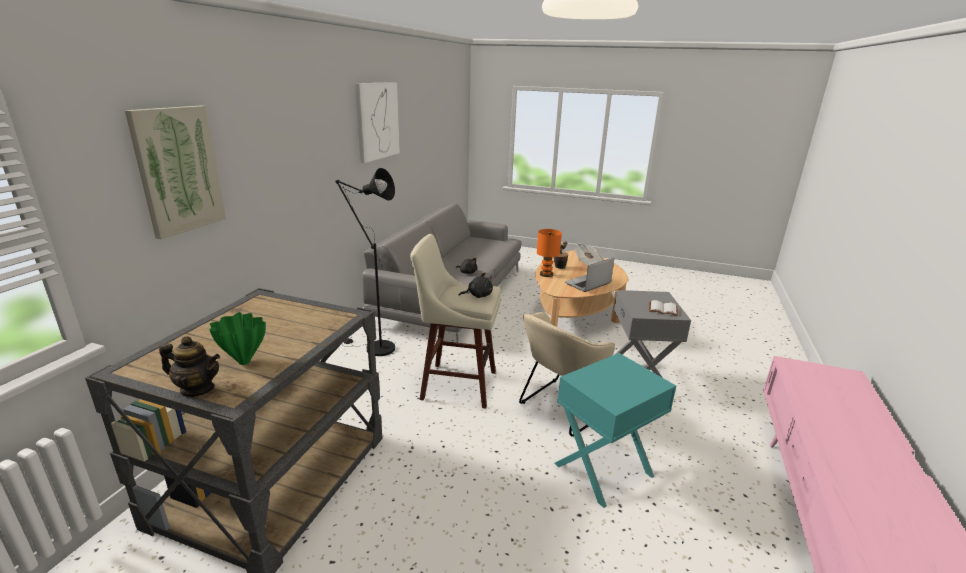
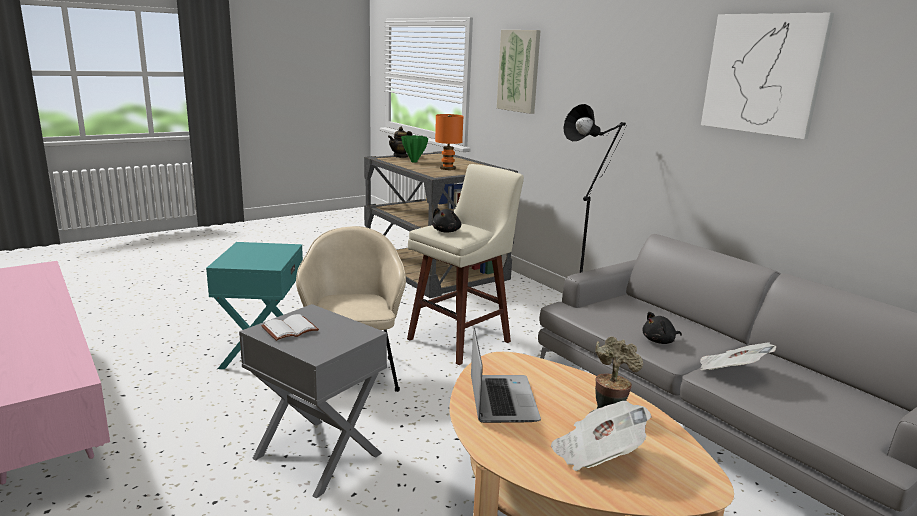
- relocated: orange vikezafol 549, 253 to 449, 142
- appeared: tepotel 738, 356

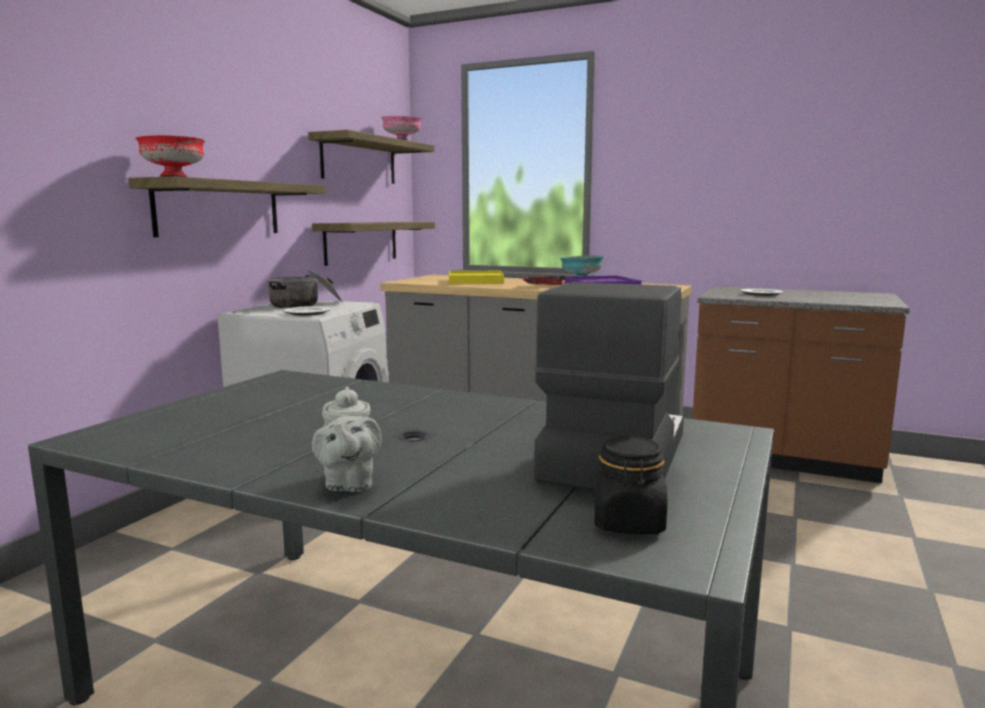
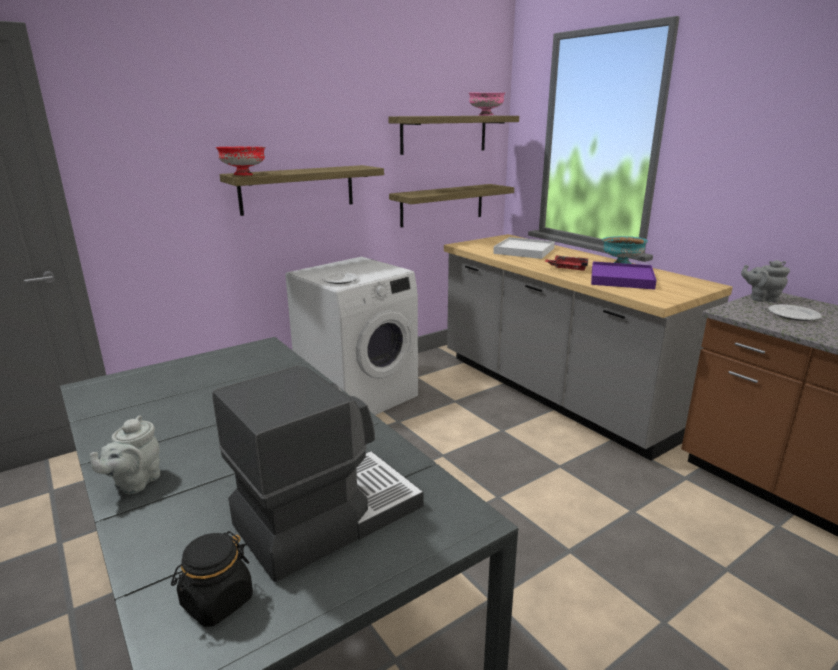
- colour: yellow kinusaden 476, 277 to white kinusaden 524, 248
- appeared: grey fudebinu 765, 281
- missing: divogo 304, 289

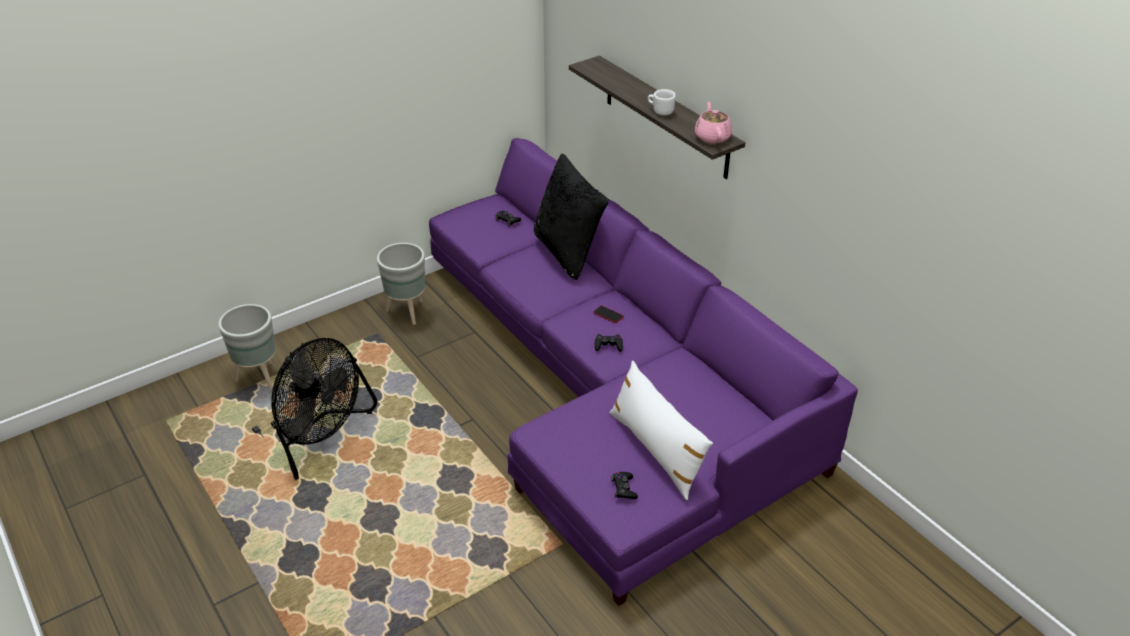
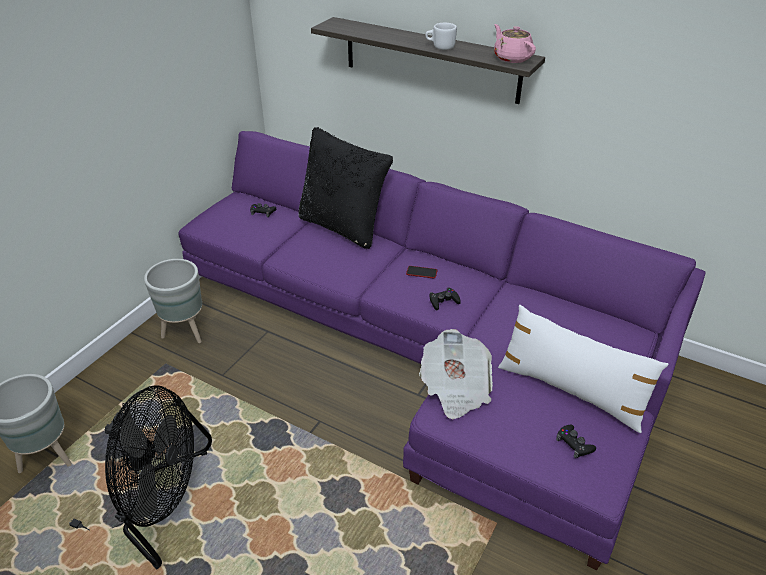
- appeared: tepotel 456, 374

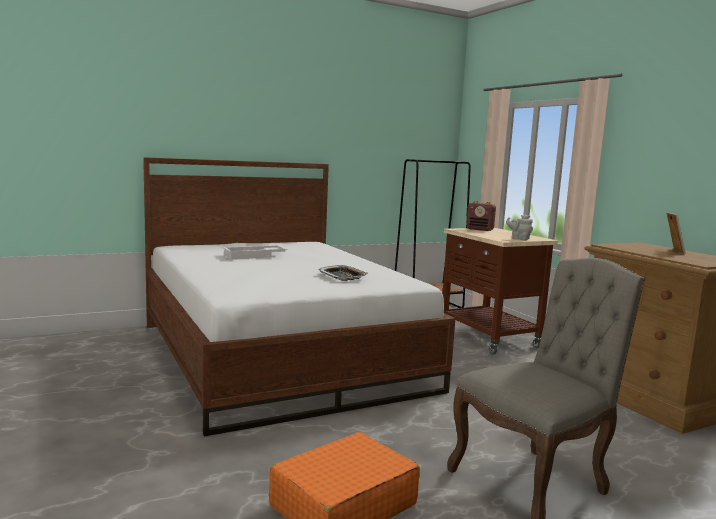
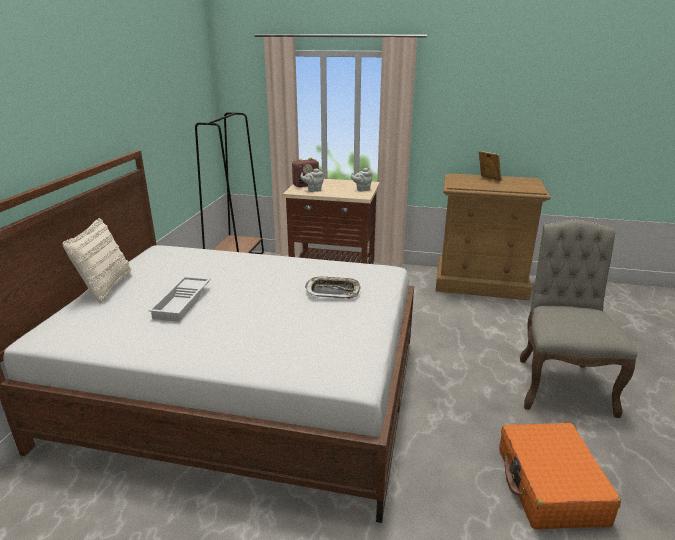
- appeared: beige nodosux 97, 260
- appeared: grey fudebinu 312, 180

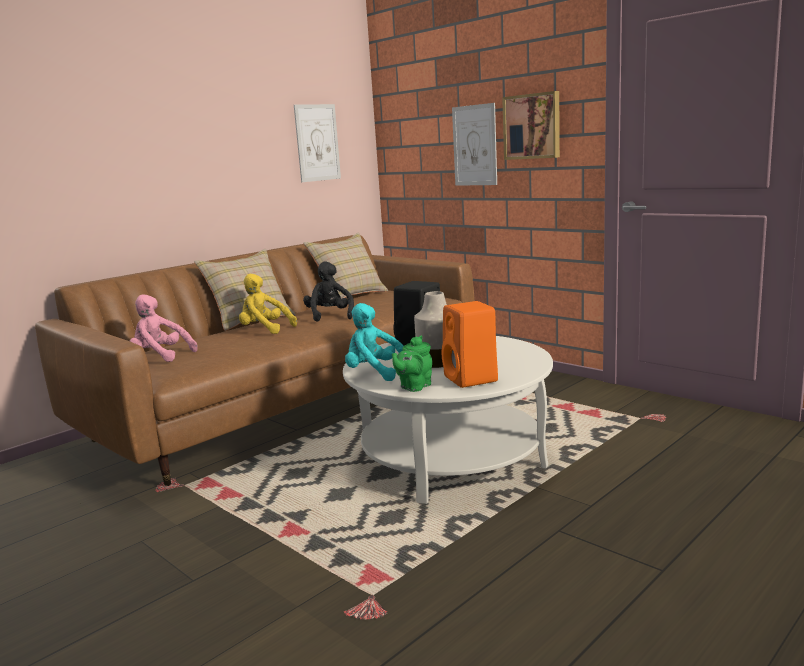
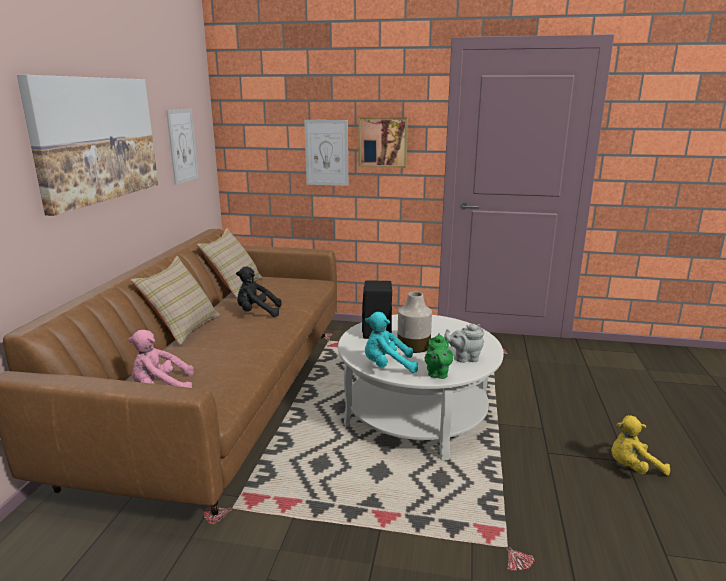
- appeared: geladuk 87, 145
- spun: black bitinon 328, 291 = 259, 292 45 degrees counterclockwise
- exchanged: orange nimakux 470, 344 to grey fudebinu 464, 343
- relocated: yellow bitinon 268, 304 to 640, 445

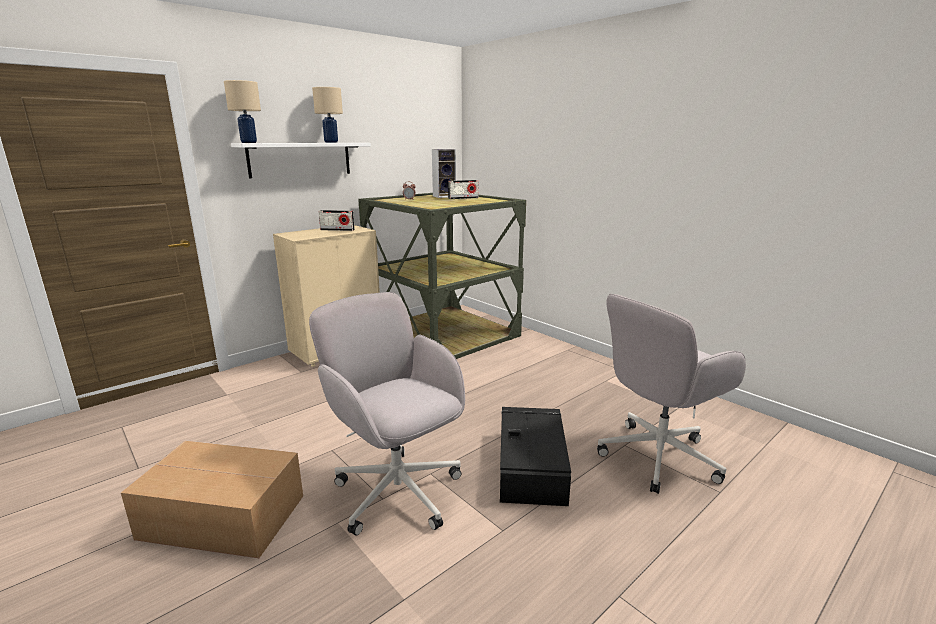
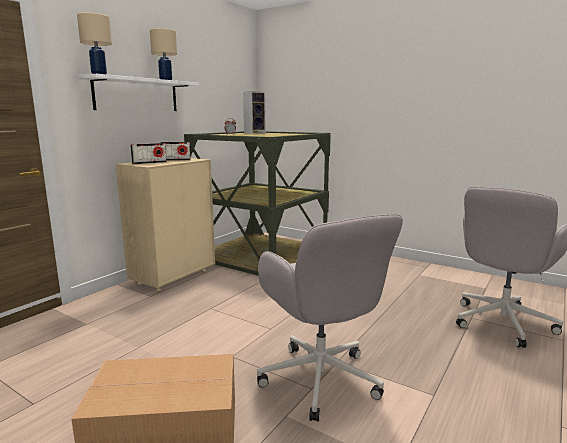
- relocated: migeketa 463, 189 to 149, 153
- spun: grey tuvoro 387, 414 = 330, 318 150 degrees counterclockwise
- missing: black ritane 535, 456

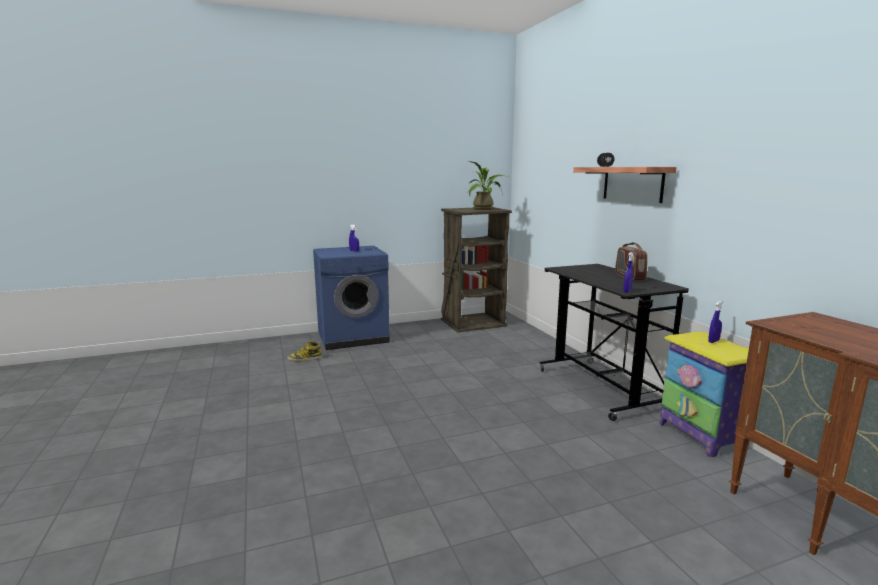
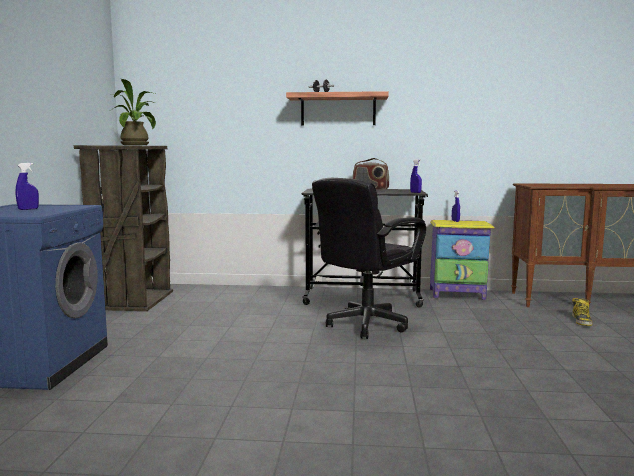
- appeared: black tuvoro 369, 258
- relocated: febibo 304, 351 to 582, 312

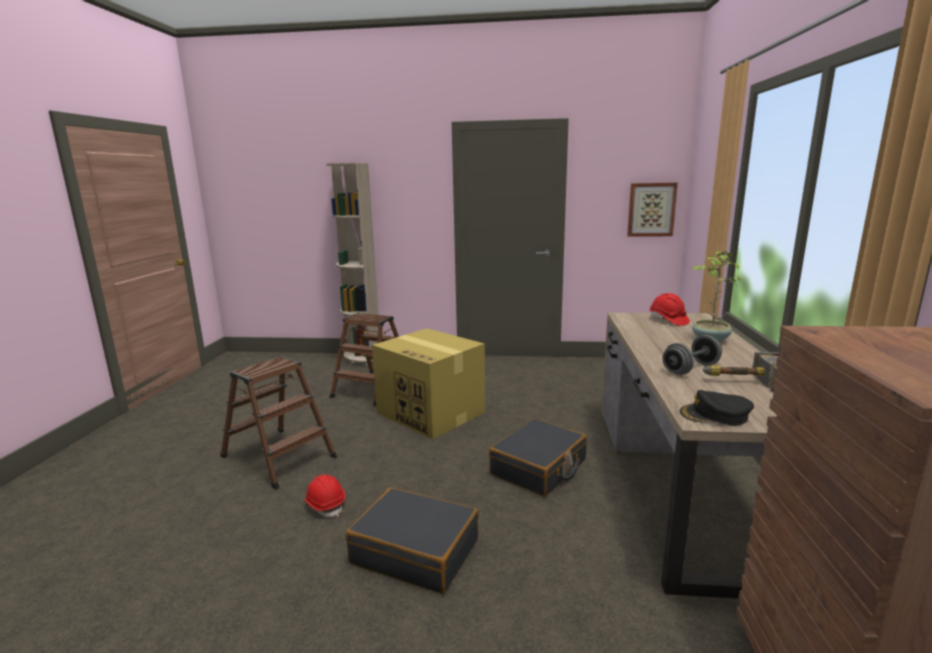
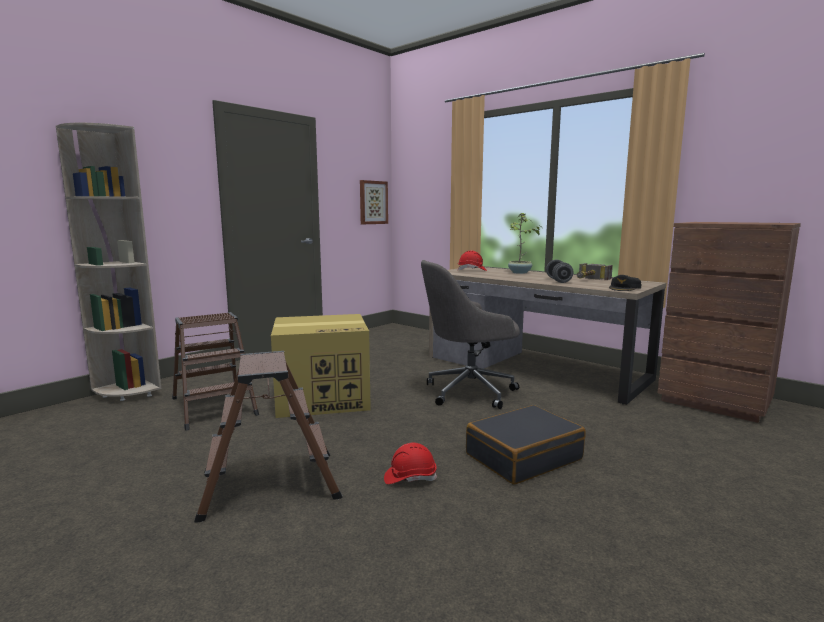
- exchanged: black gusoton 538, 457 to grey tuvoro 470, 334

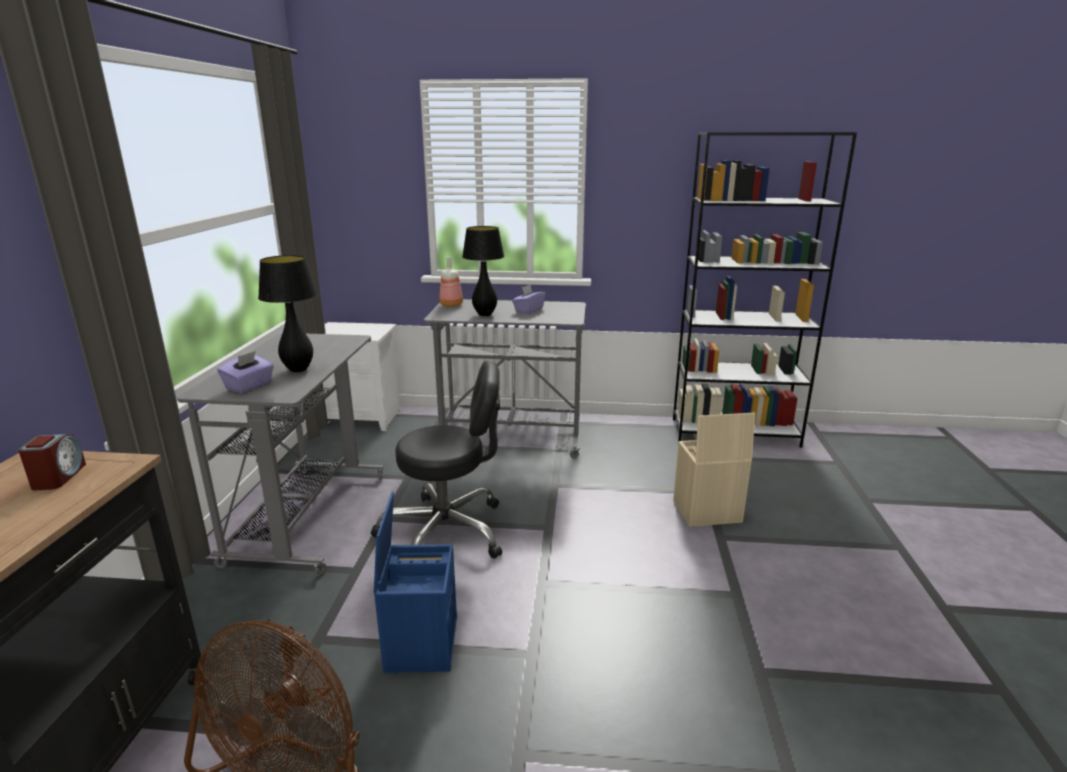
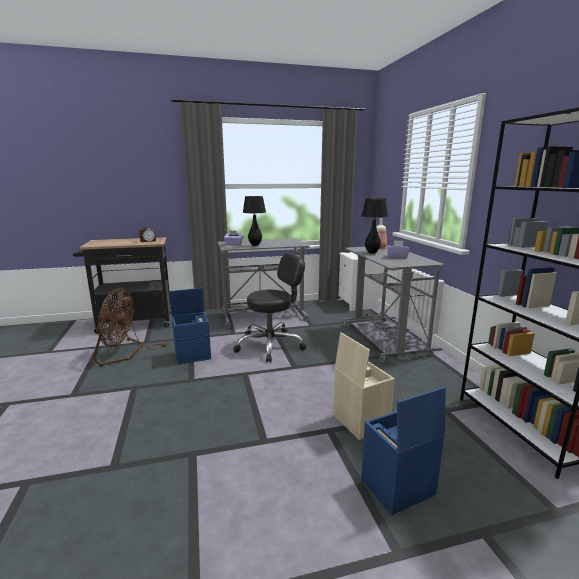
- spun: black tuvoro 436, 459 = 270, 307 90 degrees counterclockwise
- appeared: blue ritane 403, 451

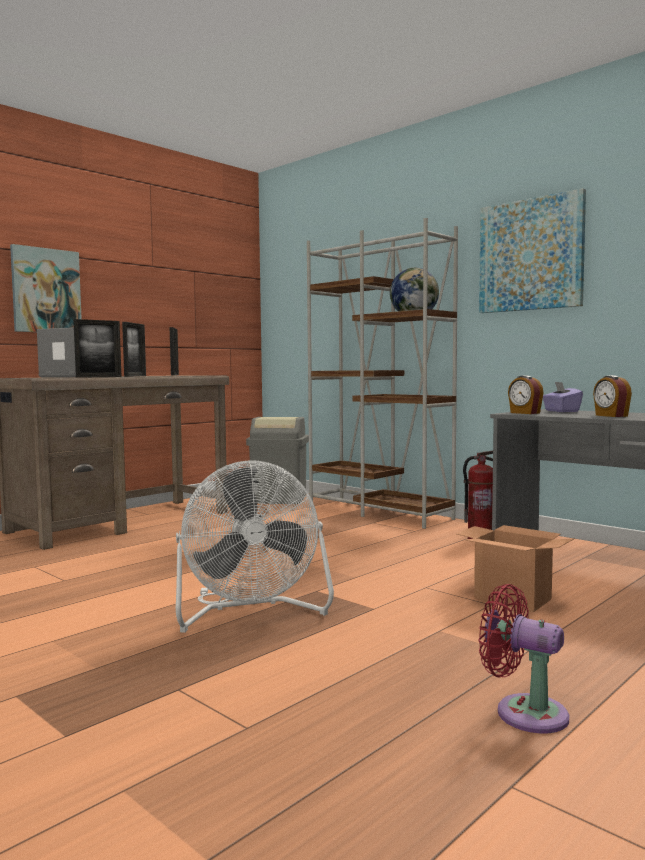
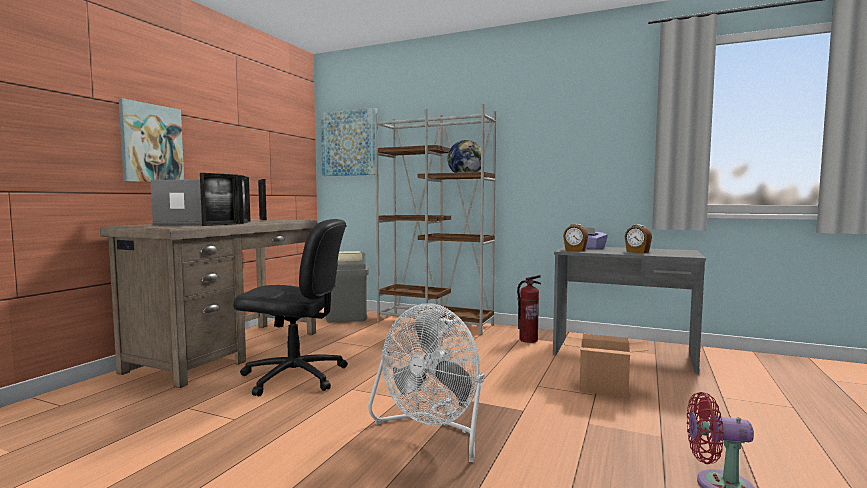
- appeared: black tuvoro 290, 307
- relocated: geladuk 532, 250 to 349, 142
- spun: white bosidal 255, 546 = 426, 382 75 degrees clockwise

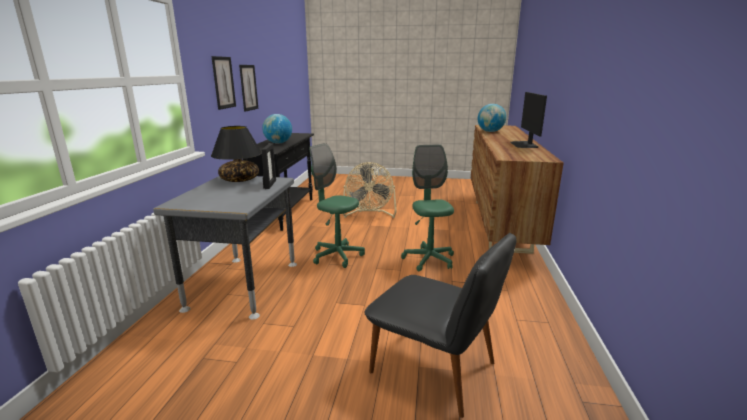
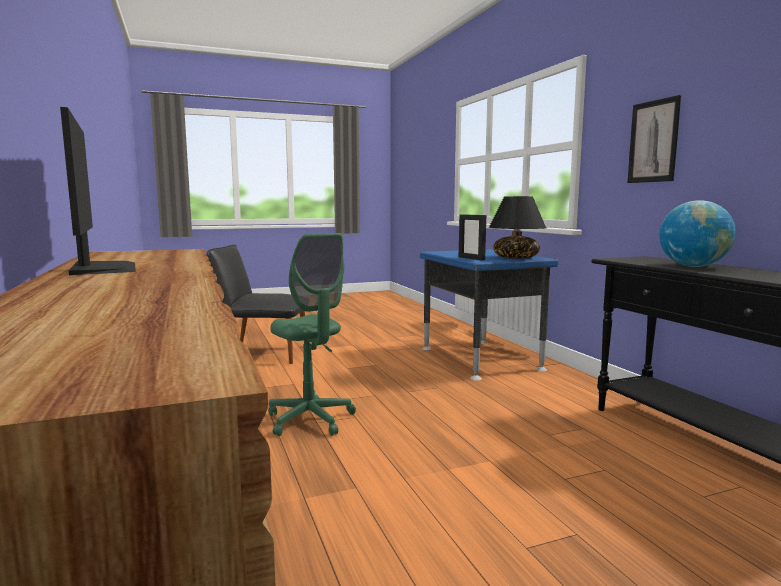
- colour: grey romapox 225, 247 to blue romapox 489, 314
- missing: geladuk 248, 88
- missing: green tuvoro 337, 205
- missing: beige bosidal 370, 190
- missing: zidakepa 492, 118

